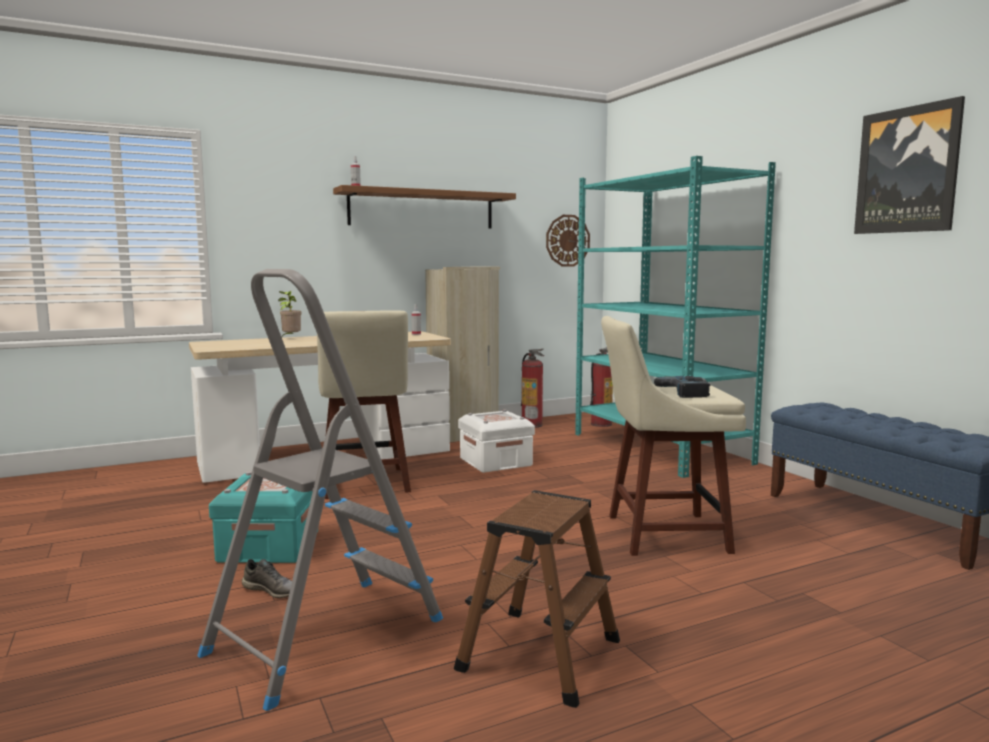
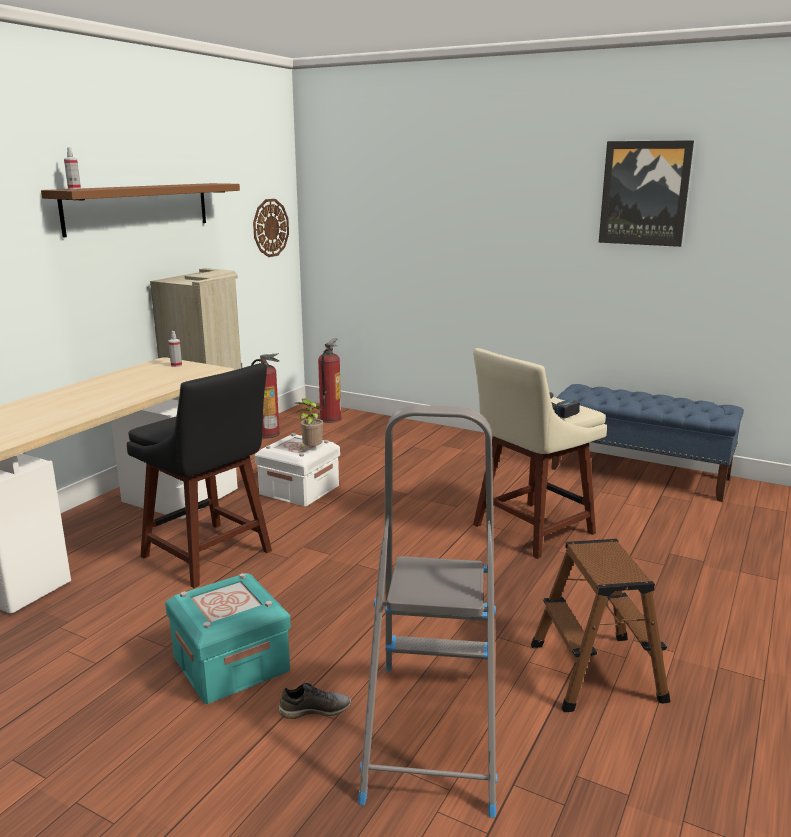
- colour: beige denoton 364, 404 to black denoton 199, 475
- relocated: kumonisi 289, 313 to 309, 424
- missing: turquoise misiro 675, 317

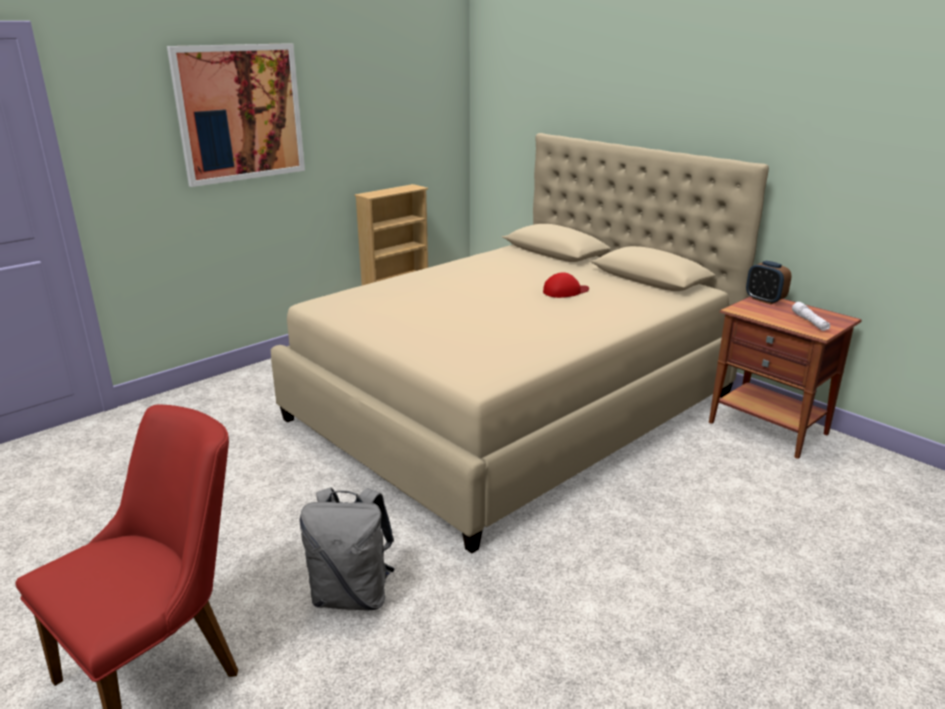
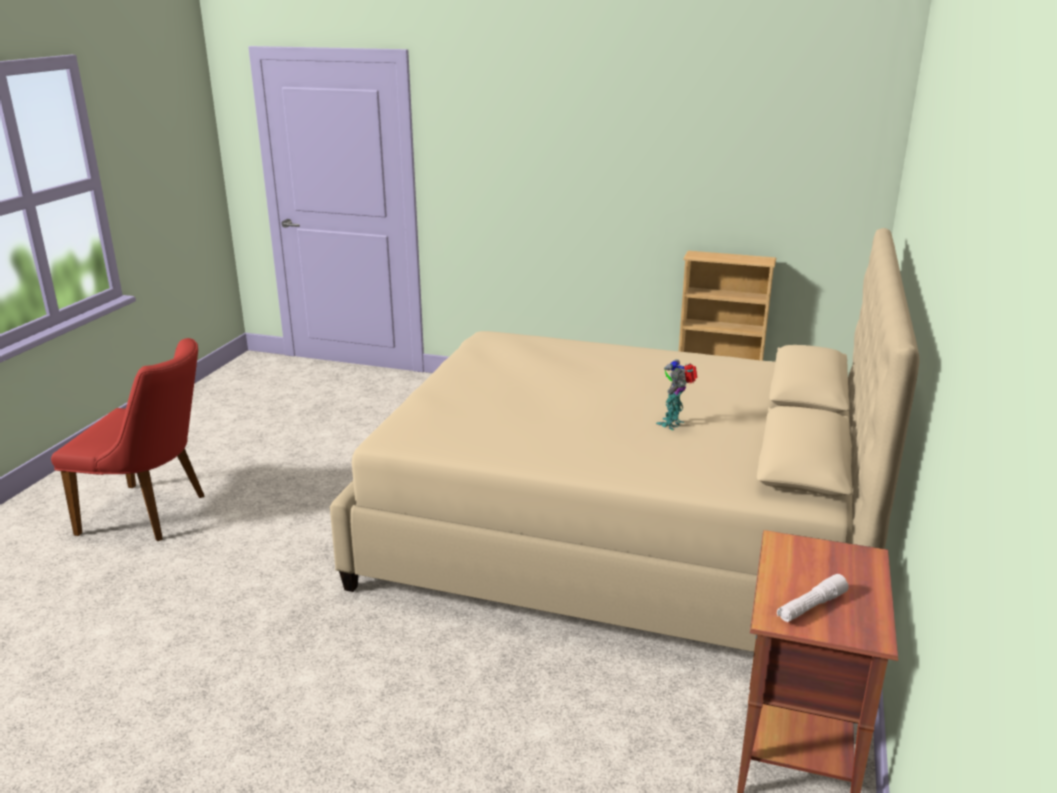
- exchanged: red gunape 566, 285 to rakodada 677, 394
- missing: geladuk 236, 115
- missing: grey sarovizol 347, 549
- missing: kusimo 768, 282

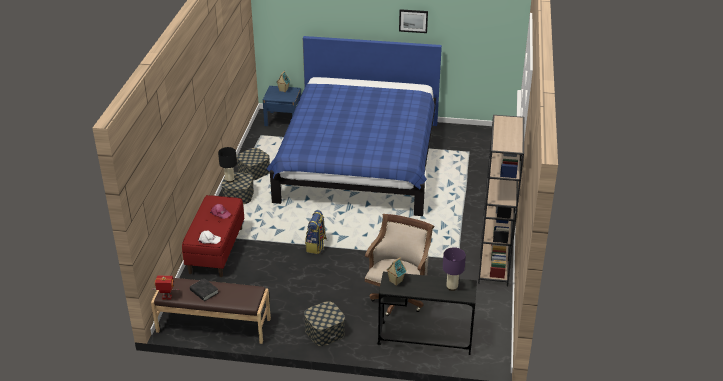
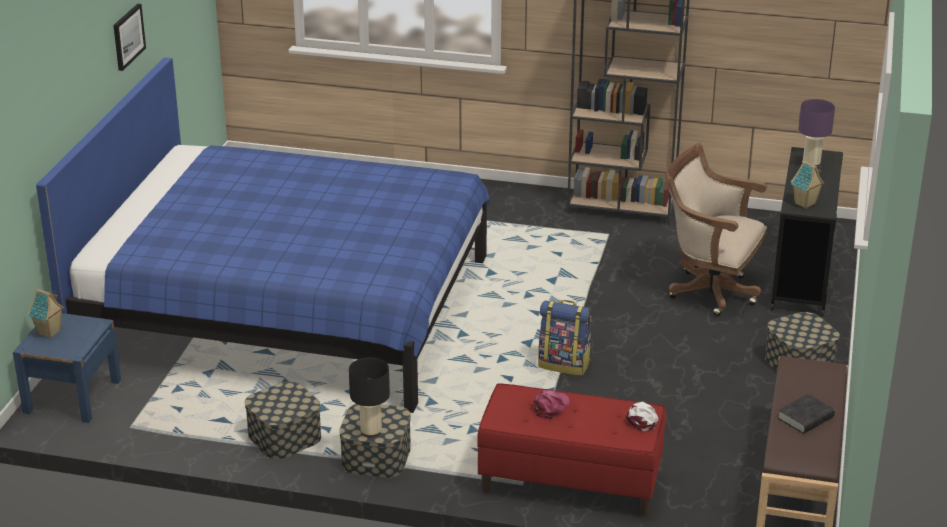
- missing: rakodada 165, 288

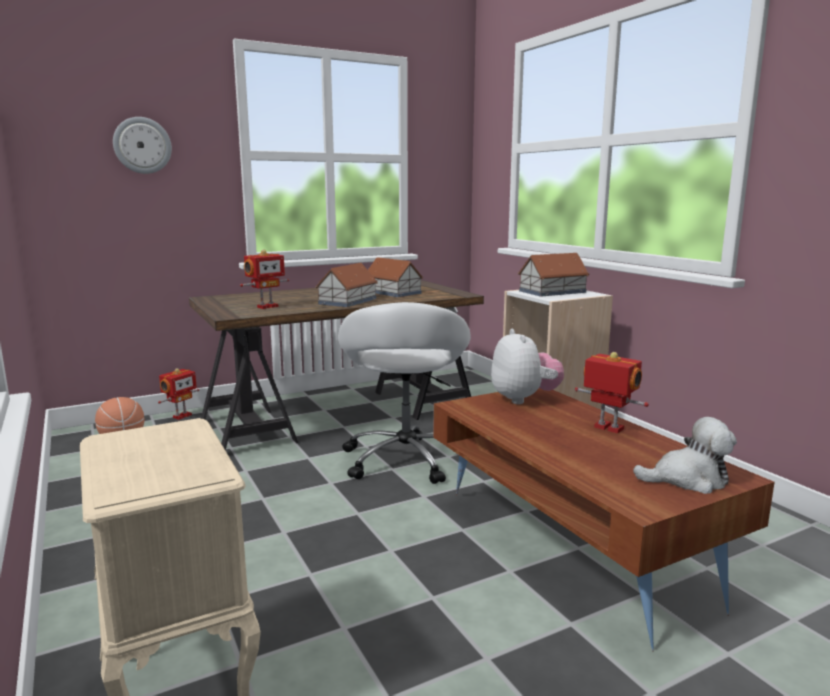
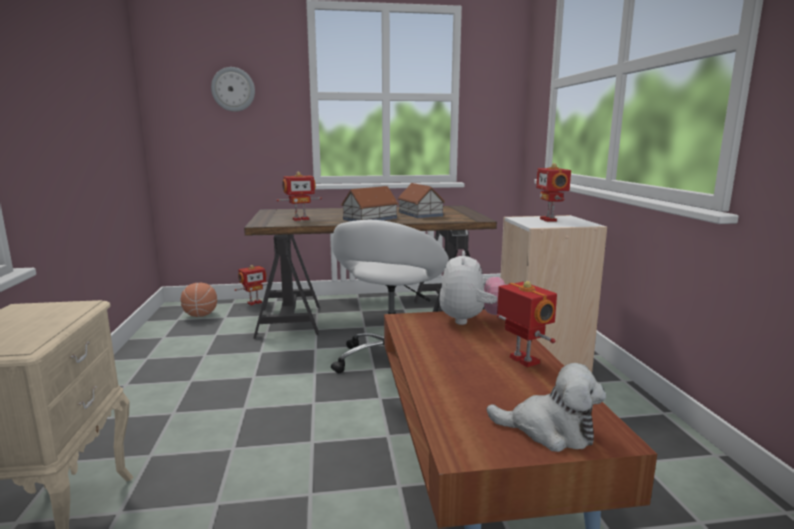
- exchanged: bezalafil 554, 275 to rakodada 553, 192

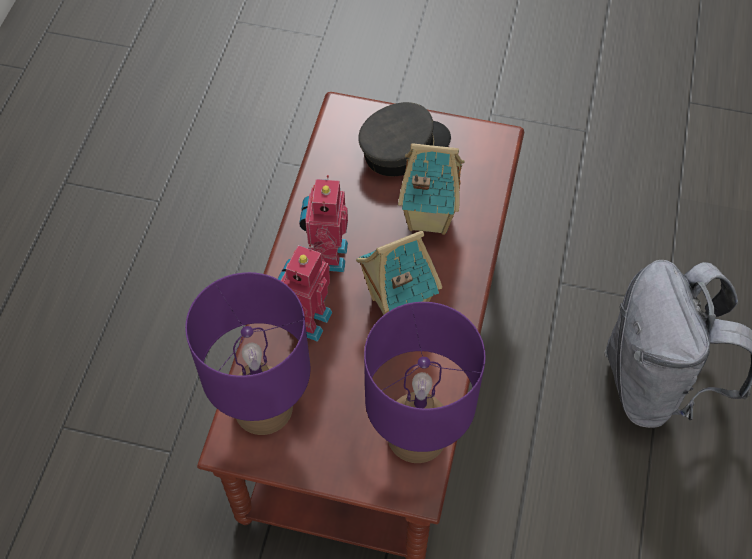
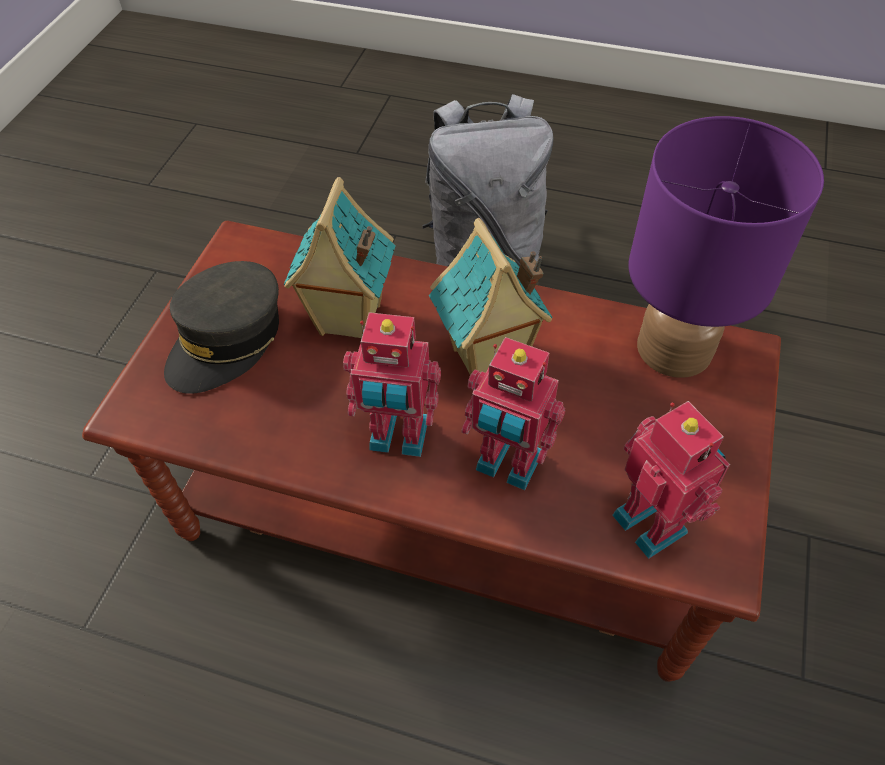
- spun: grey gunape 404, 139 = 221, 327 120 degrees counterclockwise
- exchanged: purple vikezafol 247, 353 to rakodada 671, 480

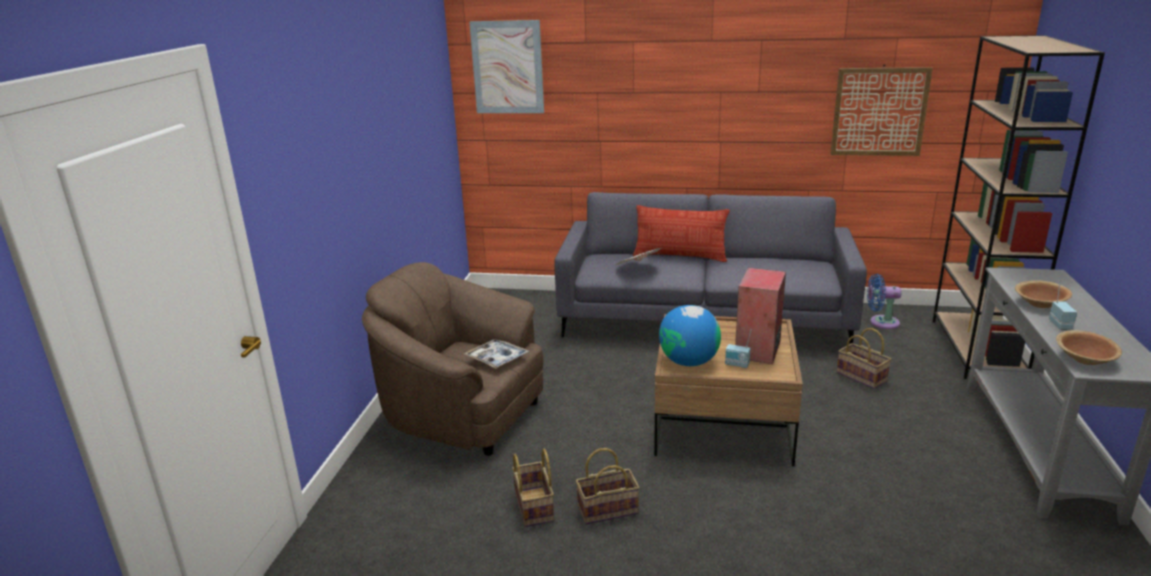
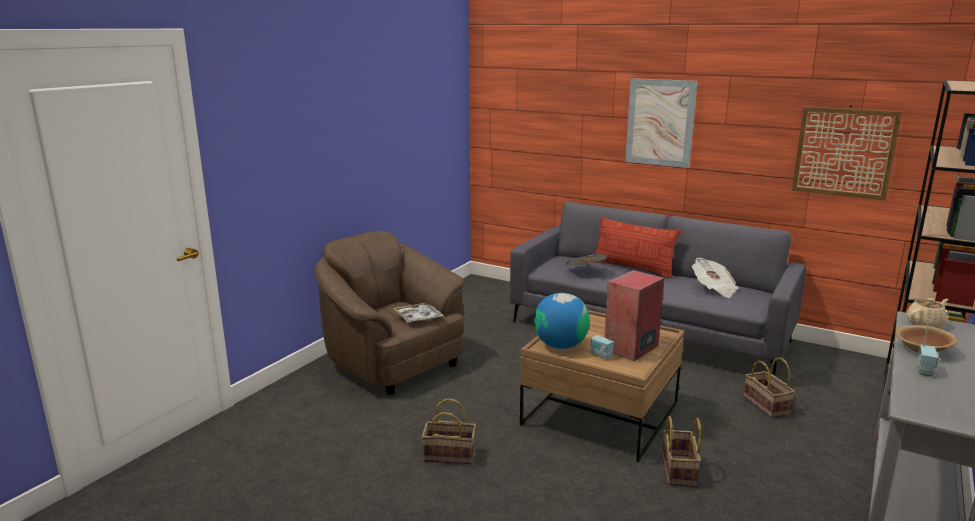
- relocated: geladuk 506, 66 to 661, 123
- relocated: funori 533, 488 to 681, 451
- appeared: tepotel 715, 278
- appeared: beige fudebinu 927, 313
- missing: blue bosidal 884, 301
- missing: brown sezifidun 1089, 347

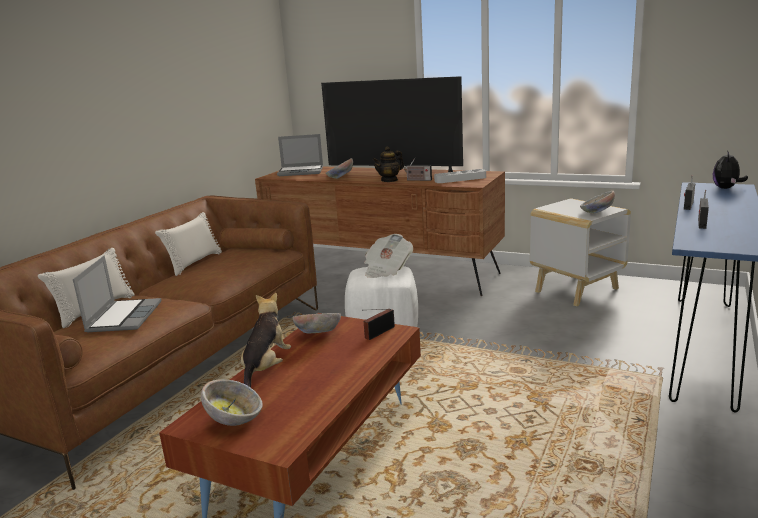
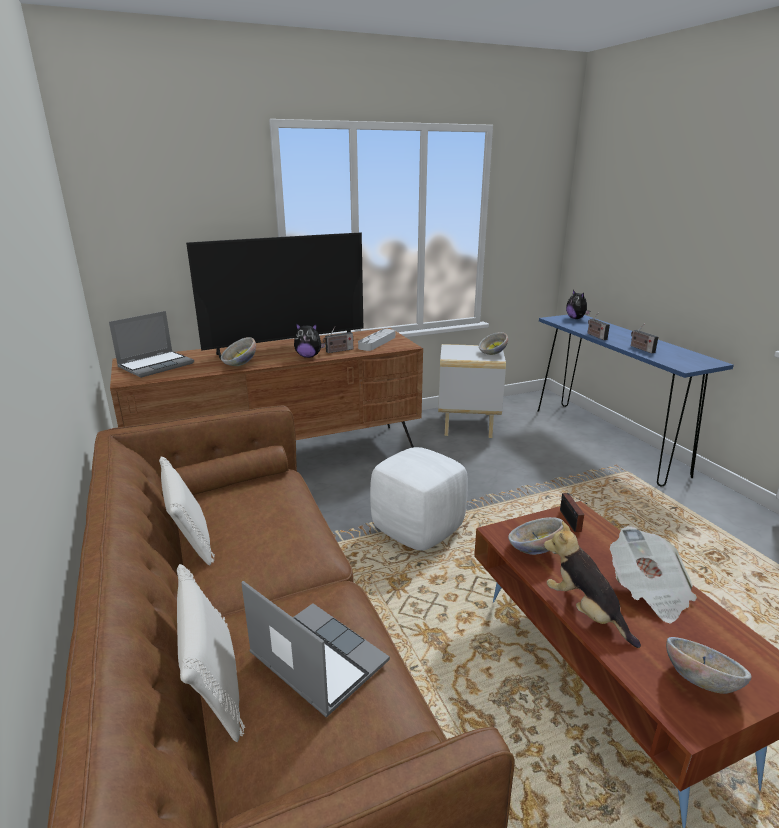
- exchanged: fudebinu 388, 164 to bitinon 309, 340
- relocated: tepotel 388, 256 to 653, 575

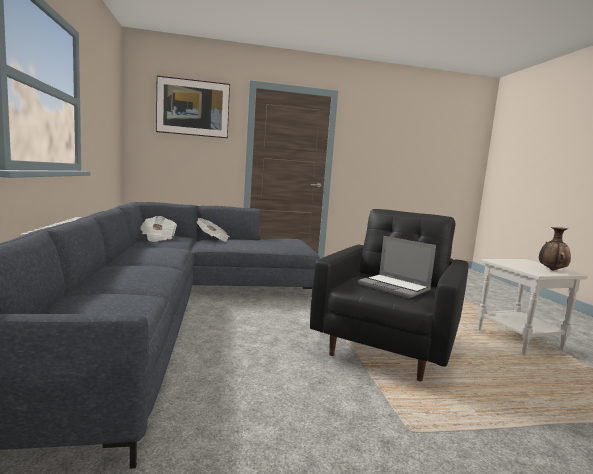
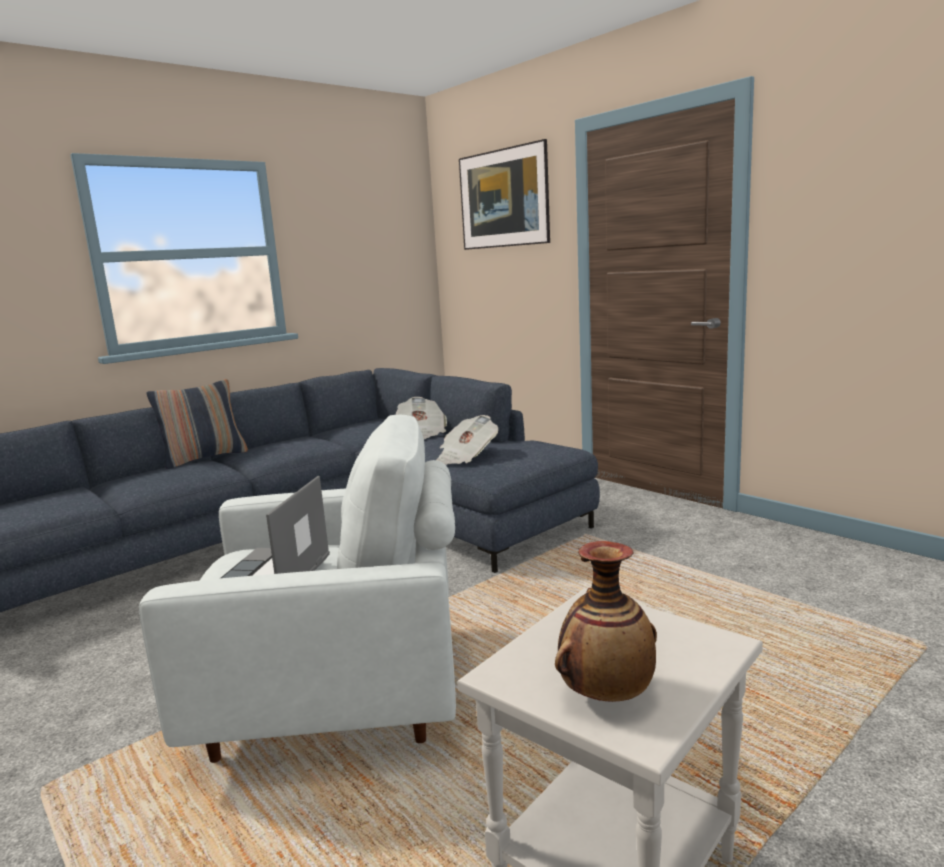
- colour: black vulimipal 389, 295 to white vulimipal 297, 589
- appeared: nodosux 197, 424
- relocated: tepotel 158, 229 to 467, 440

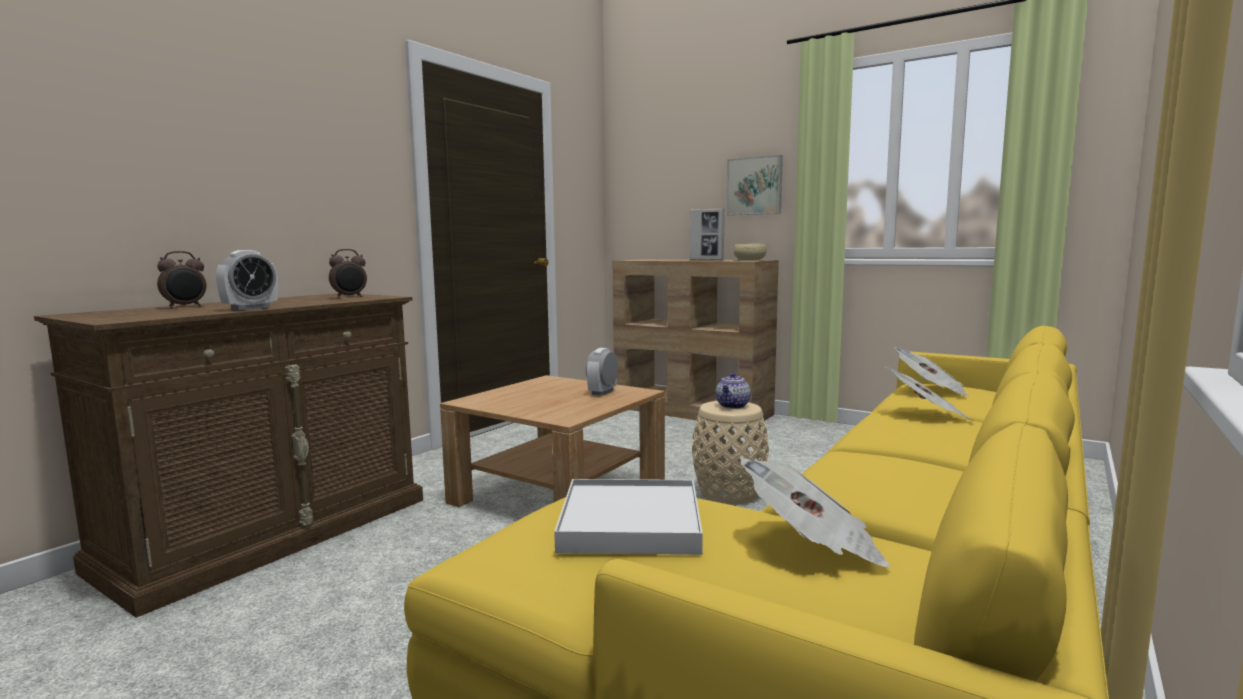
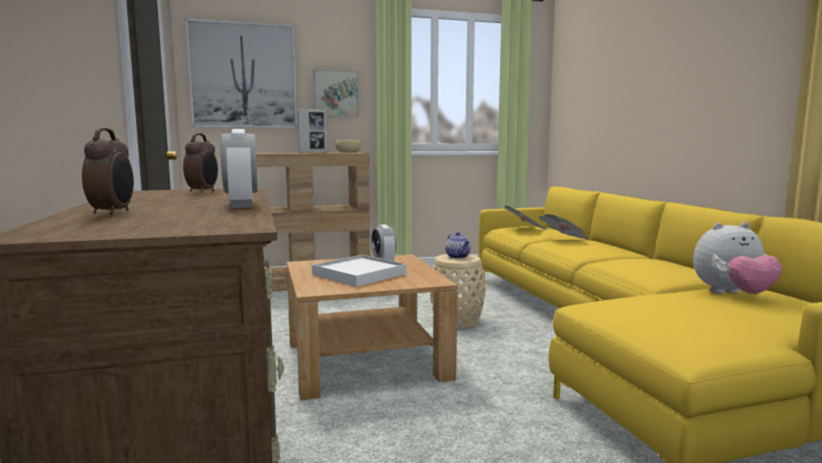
- appeared: geladuk 241, 73
- relocated: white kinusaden 628, 517 to 359, 271
- exchanged: tepotel 816, 512 to bitinon 737, 258

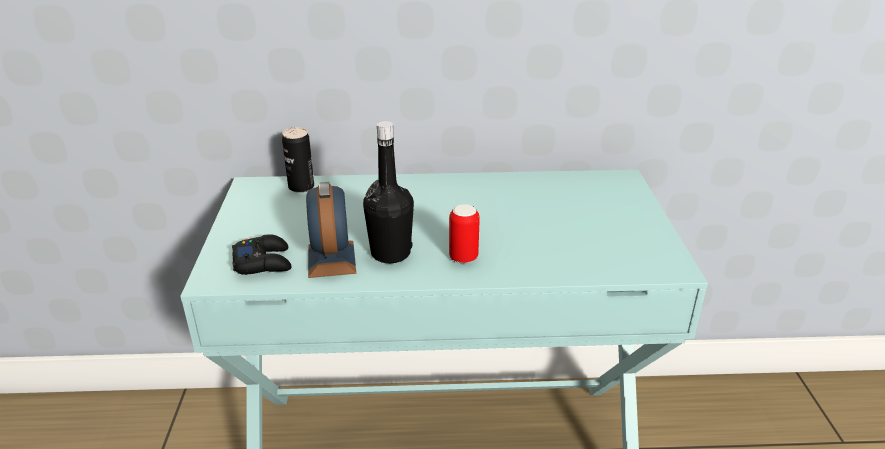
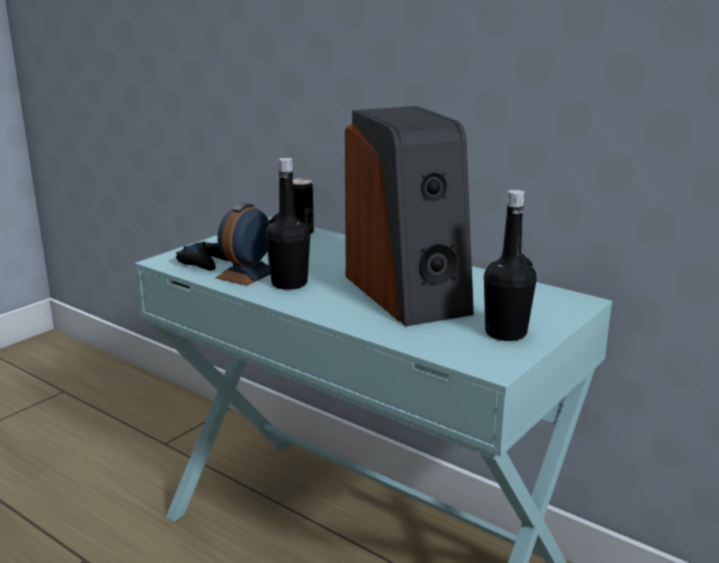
- appeared: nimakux 409, 216
- appeared: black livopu 510, 265
- missing: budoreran 464, 233

